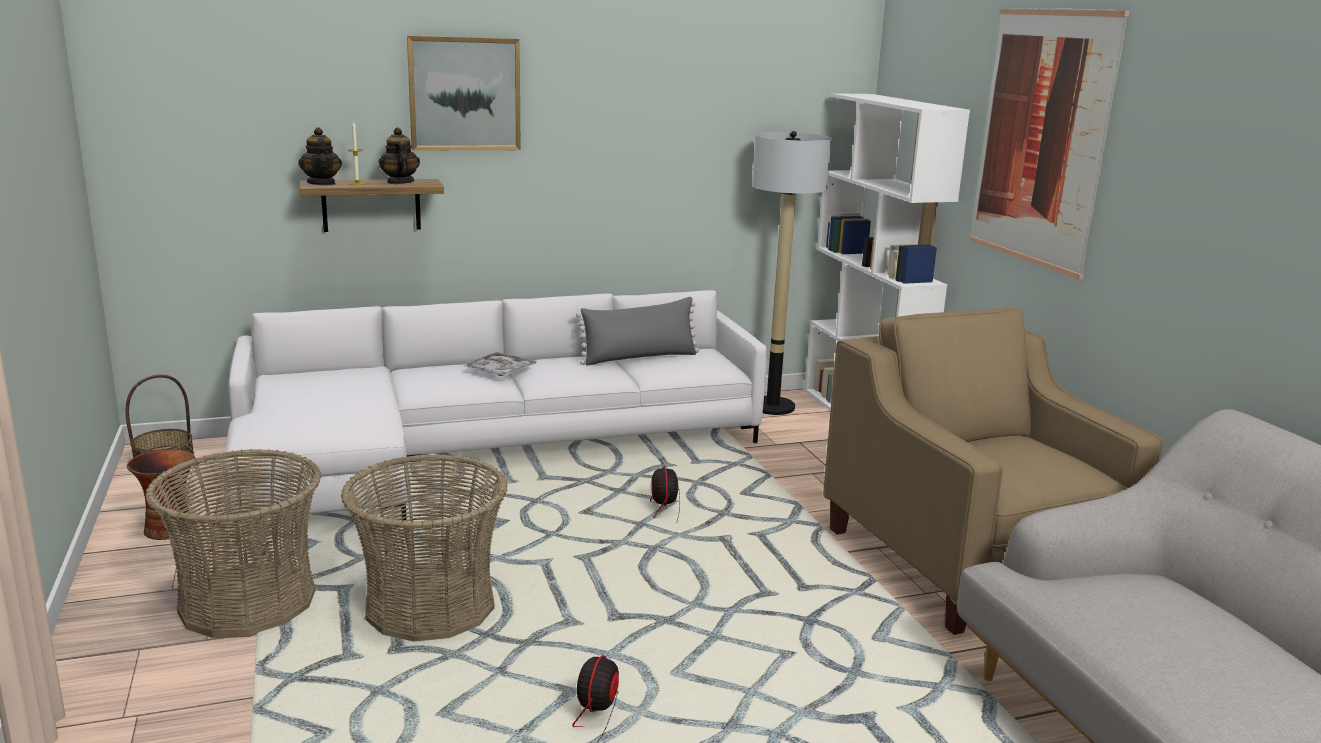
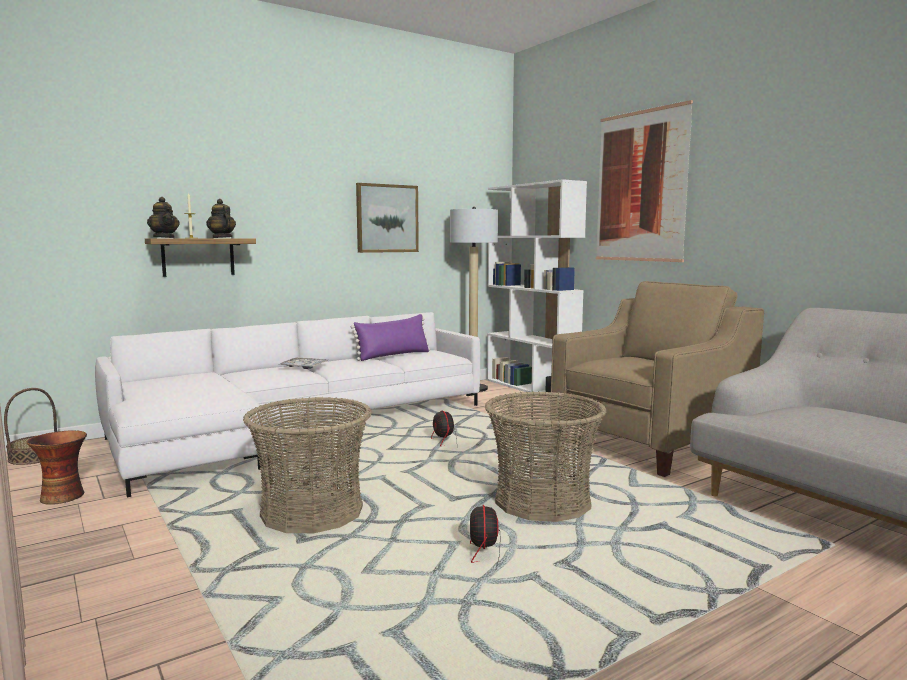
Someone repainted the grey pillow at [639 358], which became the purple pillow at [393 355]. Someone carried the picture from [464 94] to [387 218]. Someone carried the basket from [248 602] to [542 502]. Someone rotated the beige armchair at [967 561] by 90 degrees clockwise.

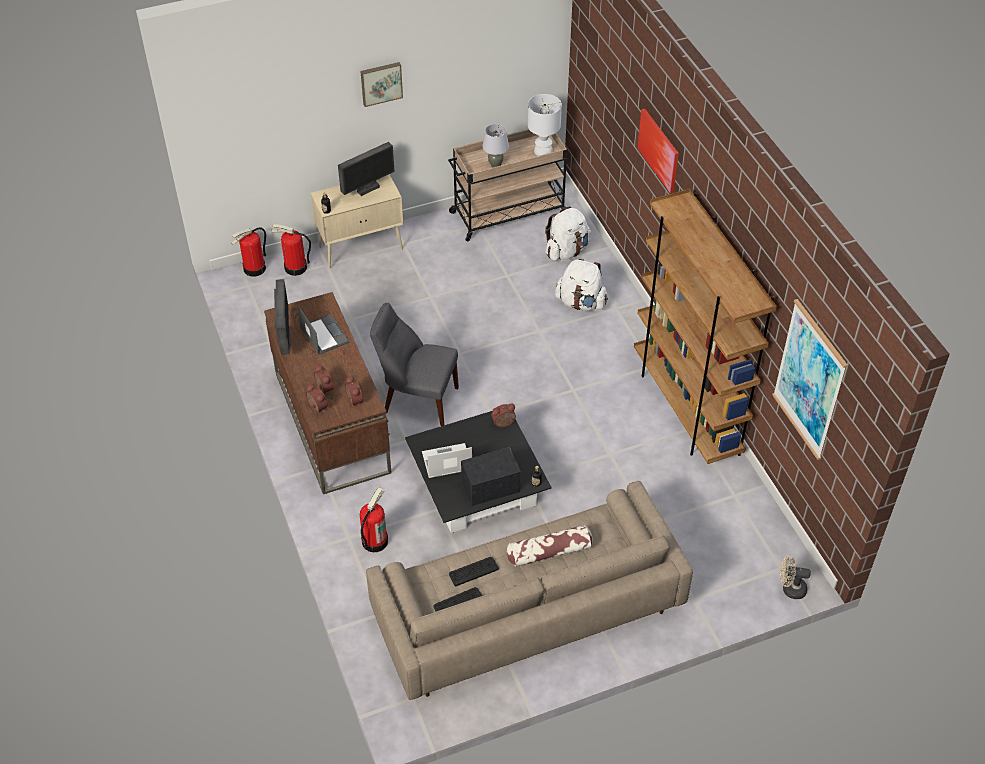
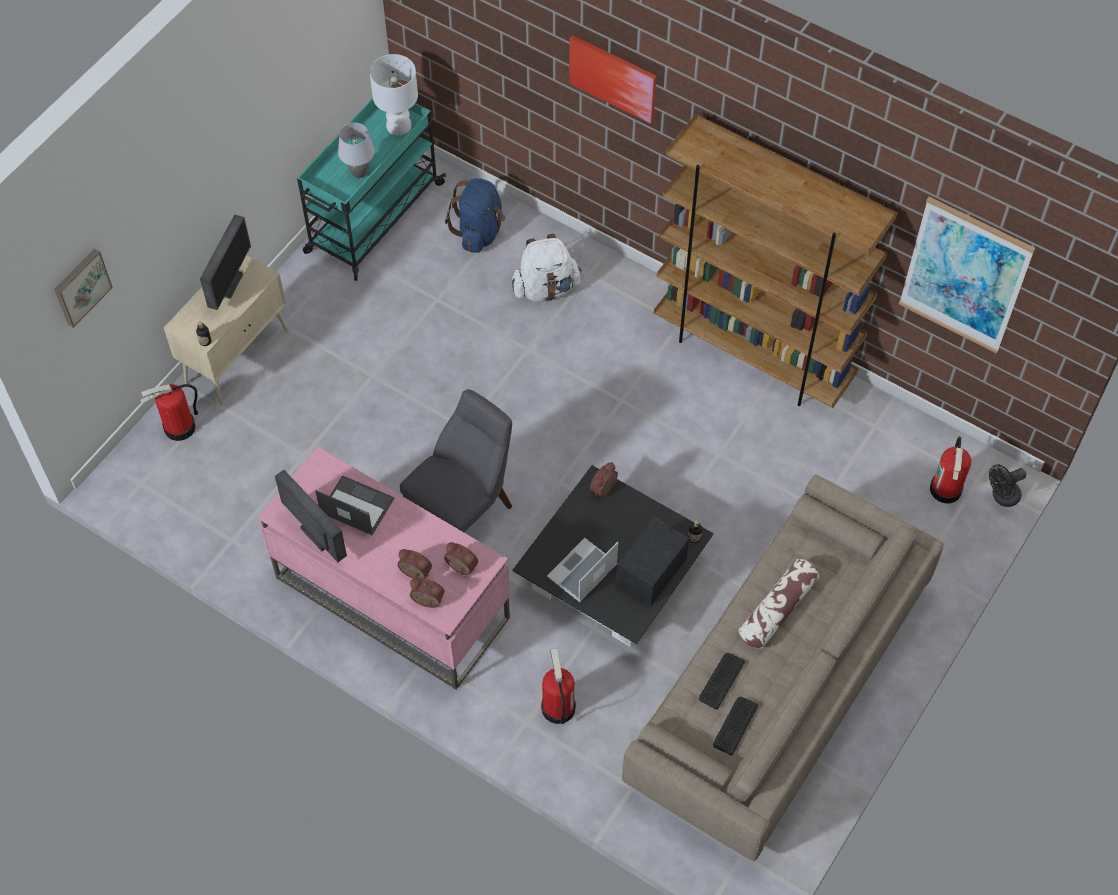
Someone carried the picture from [381 83] to [81 286]. Someone repainted the brown desk at [331 422], which became the pink desk at [391 597]. Someone repainted the beige cart at [507 213], which became the turquoise cart at [373 219]. Someone rotated the grey chair at [417 399] by 150 degrees clockwise. Someone repainted the white backpack at [567 251], which became the blue backpack at [479 231]. Someone carried the fire extinguisher from [254 269] to [946 490]. Someone repainted the beige fan at [790 589], which became the black fan at [1002 497].

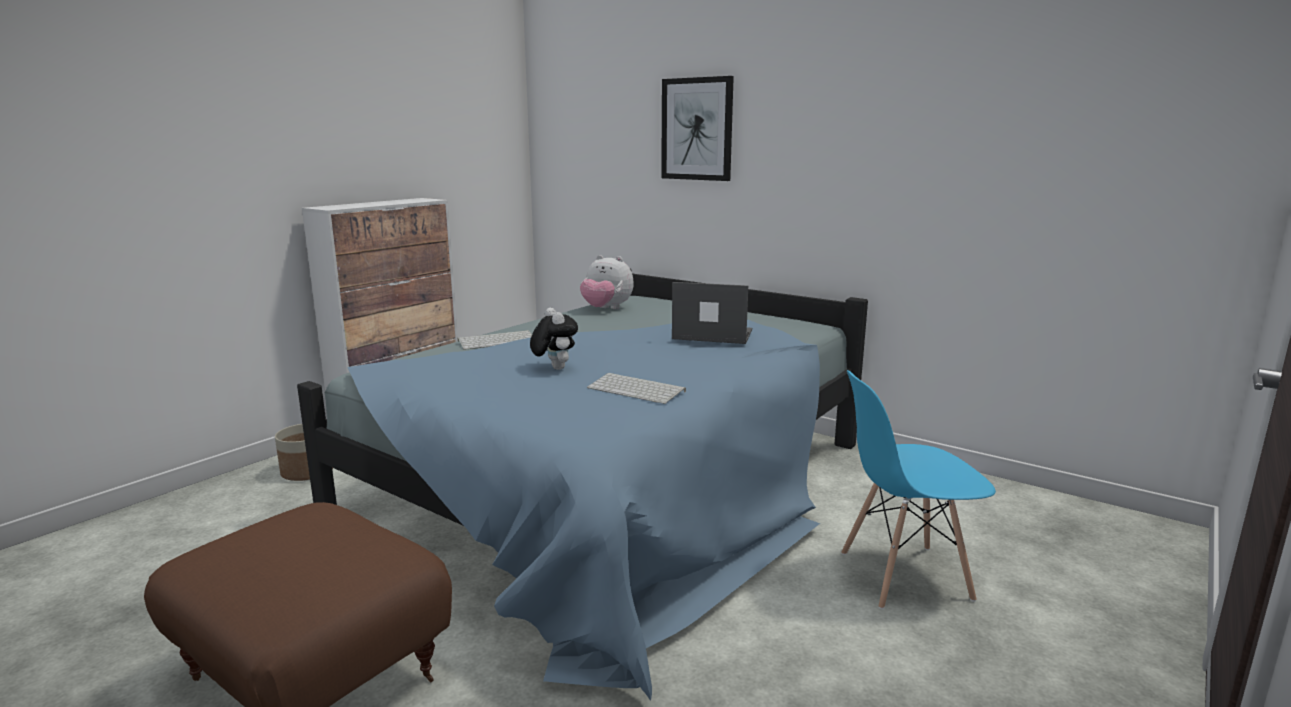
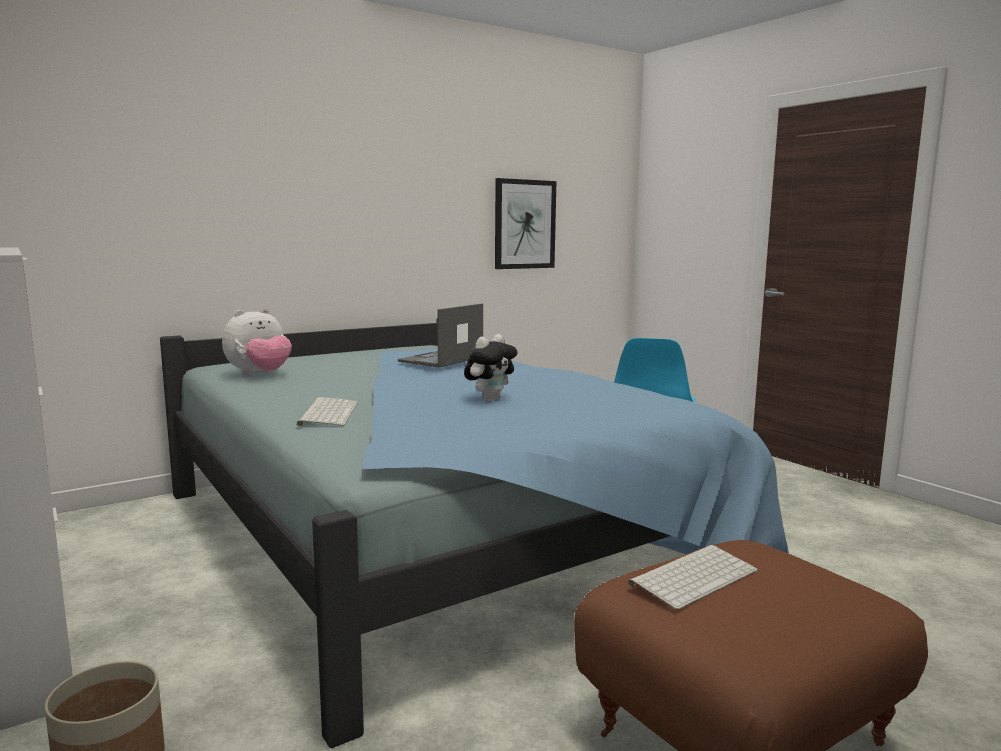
Someone rotated the plush toy at [554 368] by 135 degrees clockwise. Someone carried the picture from [697 129] to [524 224]. Someone carried the keyboard from [638 389] to [693 576].

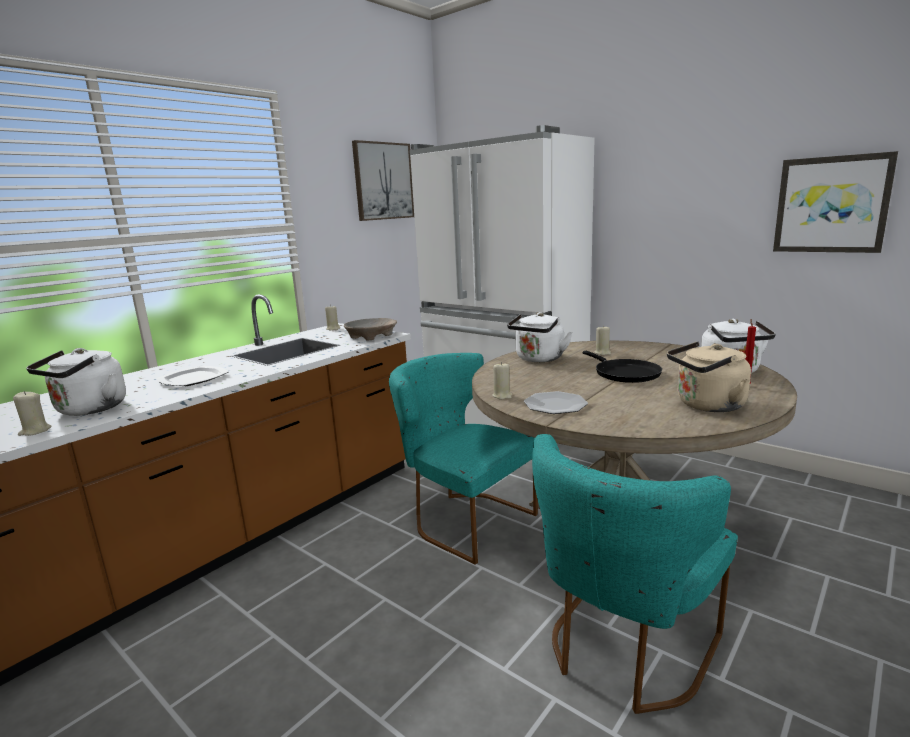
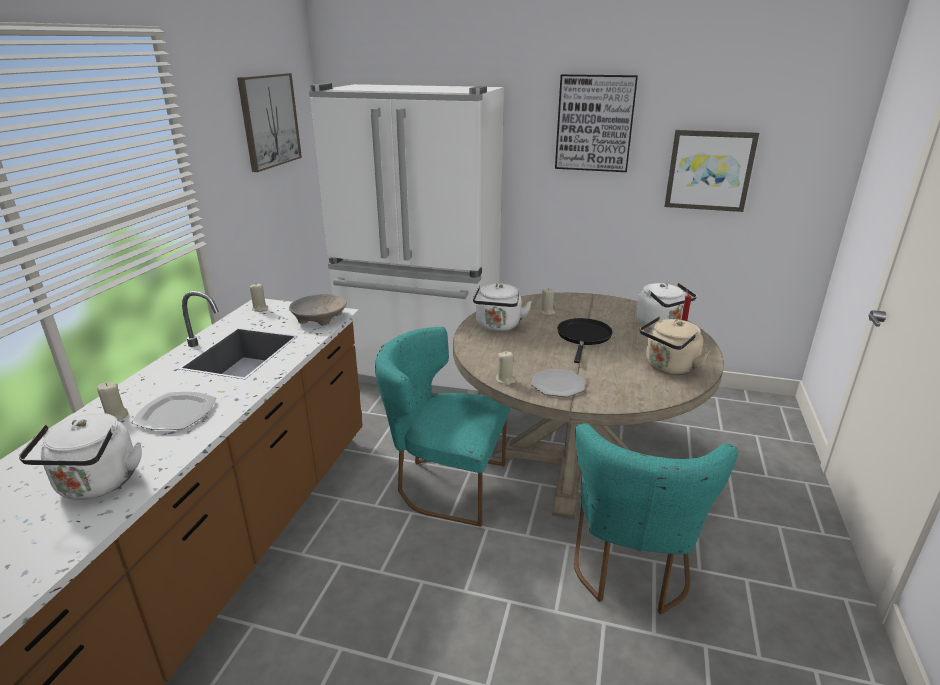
Someone carried the beige candle from [35 431] to [115 416]. Someone put up the picture at [594 123]. Someone rotated the black frying pan at [624 373] by 120 degrees counterclockwise.

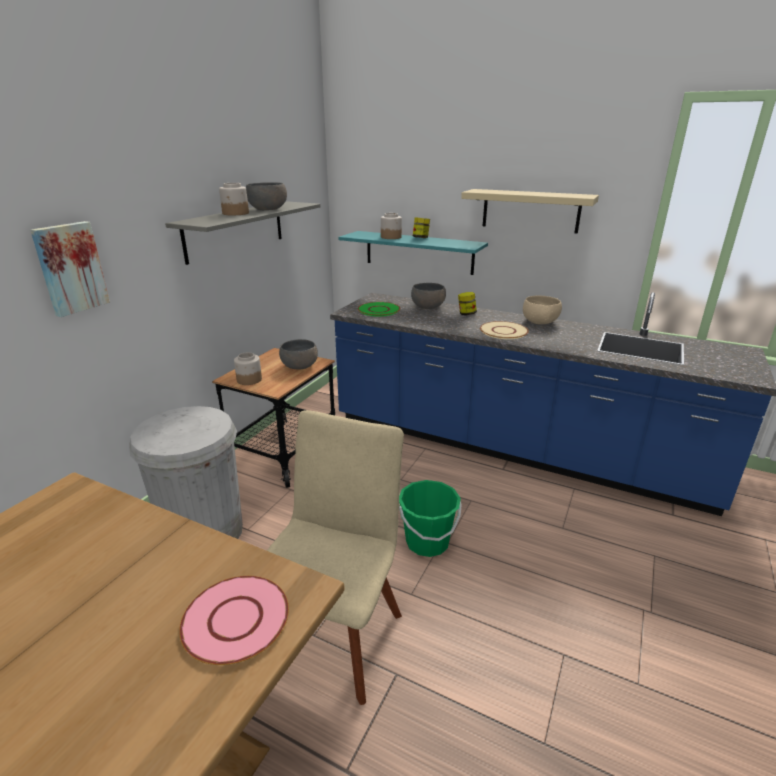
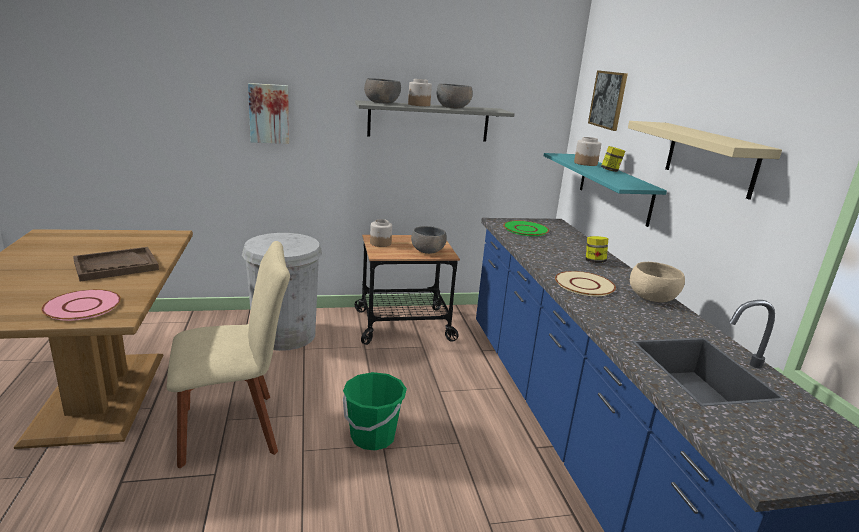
Someone put down the brown tray at [116 266]. Someone carried the grey bowl from [428 307] to [381 103]. Someone put up the picture at [608 100].

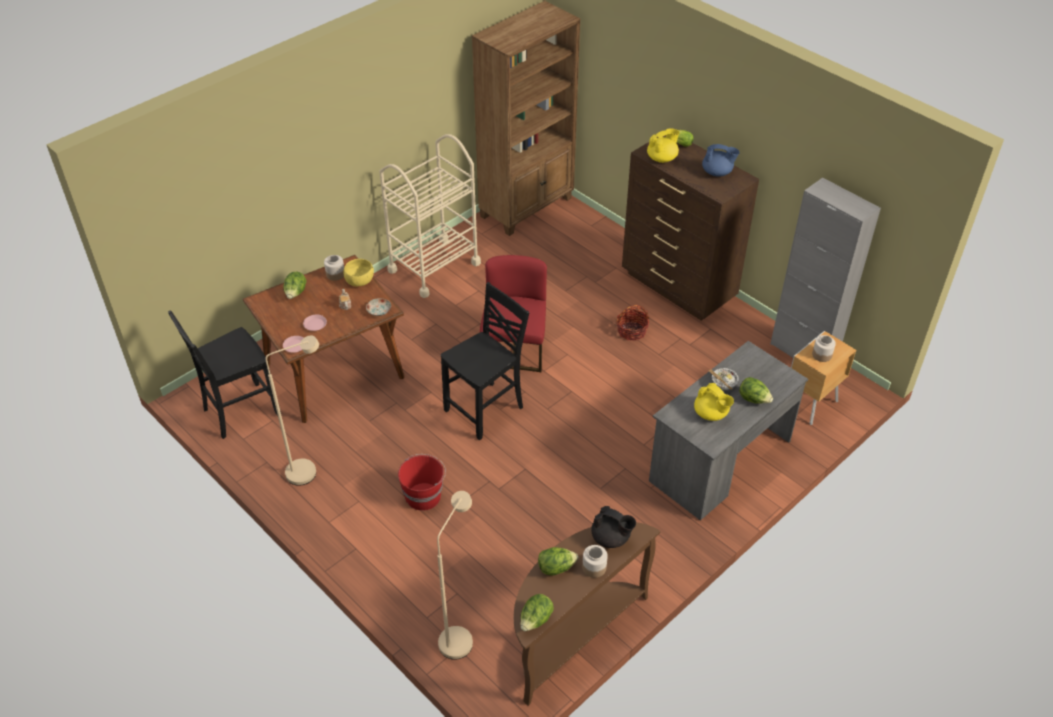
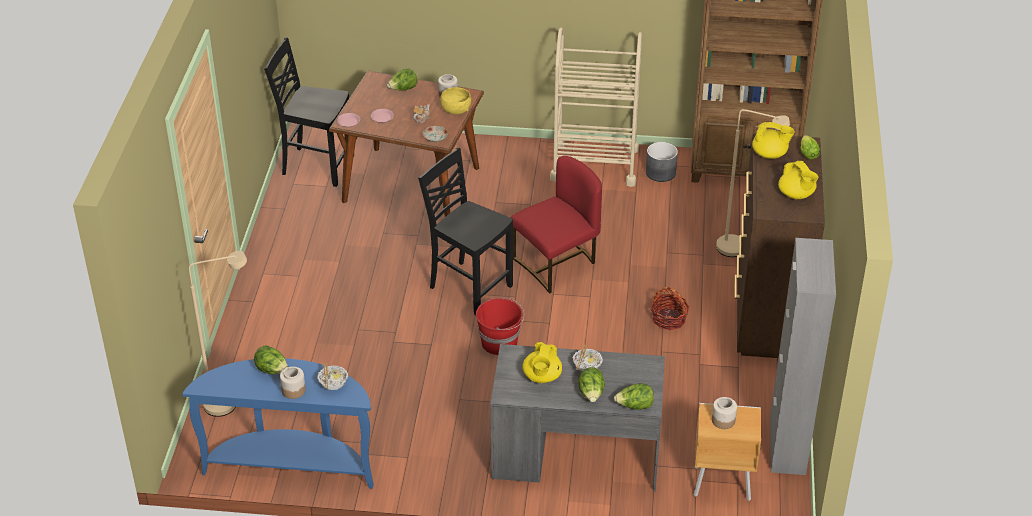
Someone repainted the brown console table at [572 635], which became the blue console table at [292 464]. Someone swapped the black teapot at [611 538] for the bowl at [333 384]. Someone rotated the black chair at [486 409] by 150 degrees counterclockwise. Someone carried the red bucket from [423 496] to [500 342]. Someone carried the lettuce from [535 620] to [634 406]. Someone put down the grey planter at [661 173]. Someone carried the beige floor lamp from [309 469] to [739 249]. Someone repainted the blue teapot at [717 172], which became the yellow teapot at [796 194].

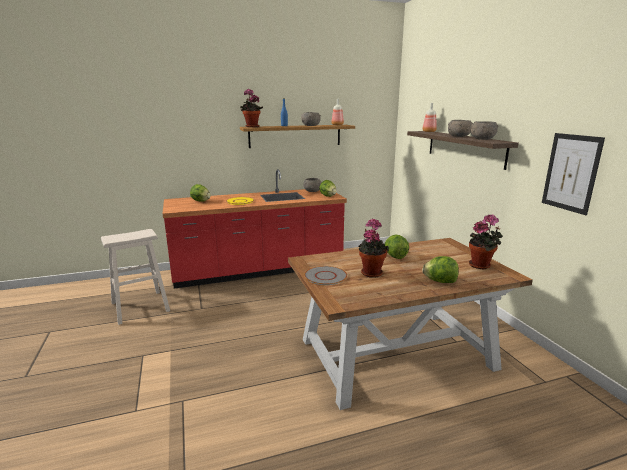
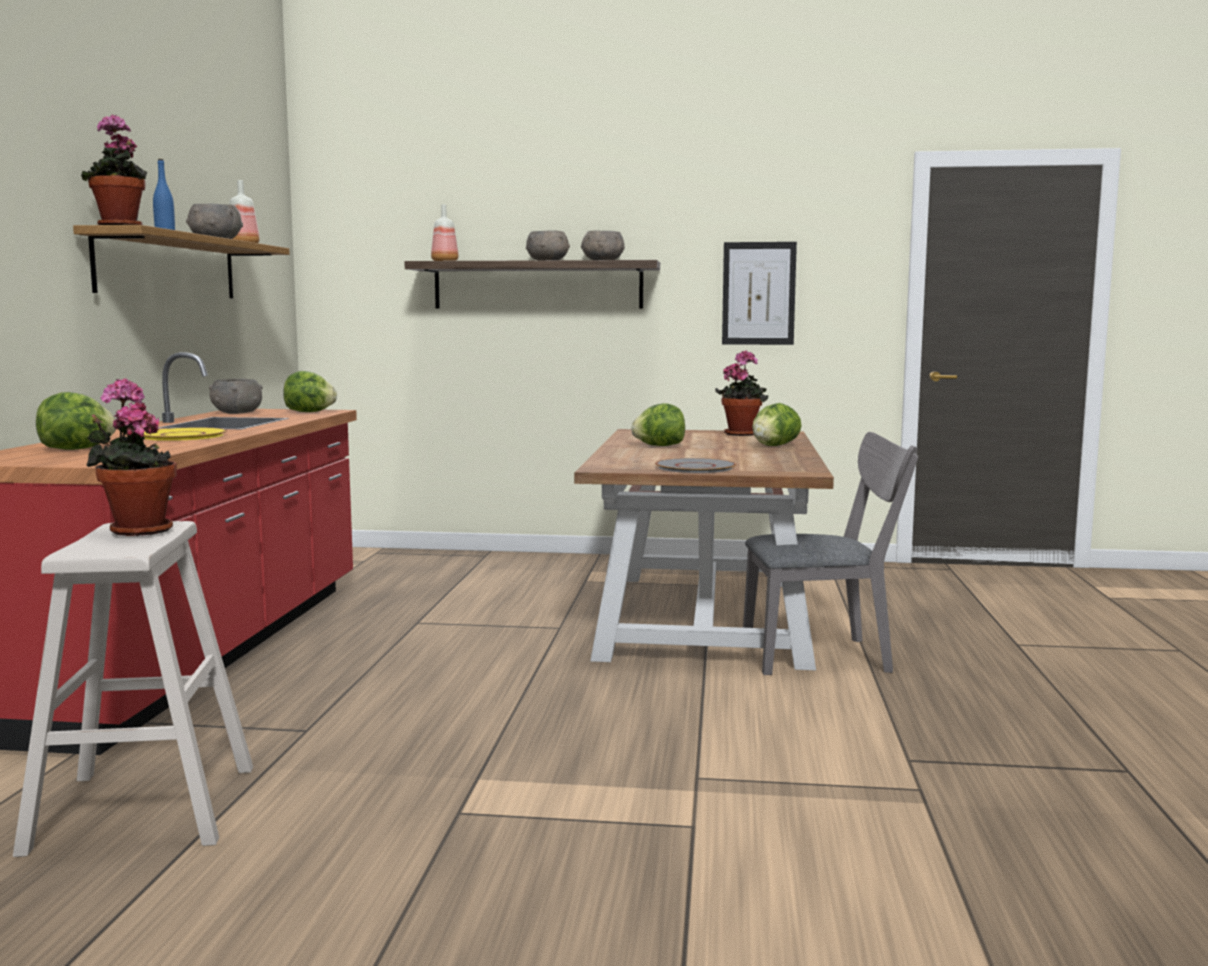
Someone carried the potted plant from [371 272] to [136 530]. Someone put down the grey chair at [827 656].

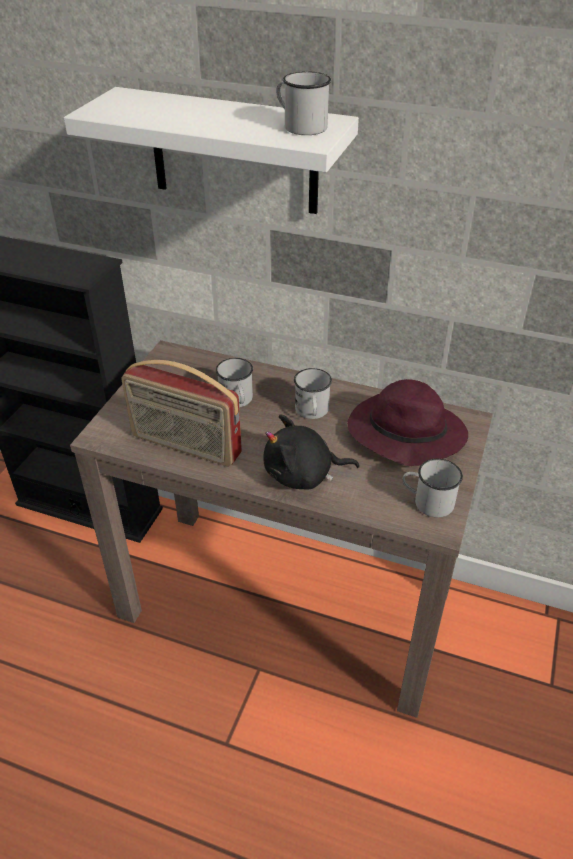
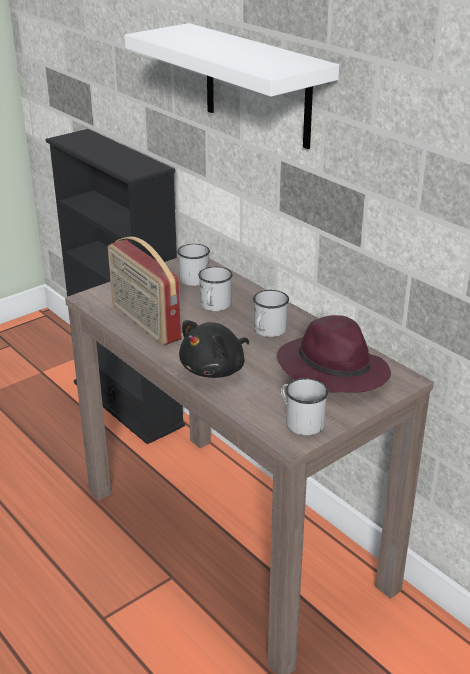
Someone carried the white mug from [300 126] to [192 277]. Someone rotated the black plush toy at [303 475] by 75 degrees counterclockwise.

